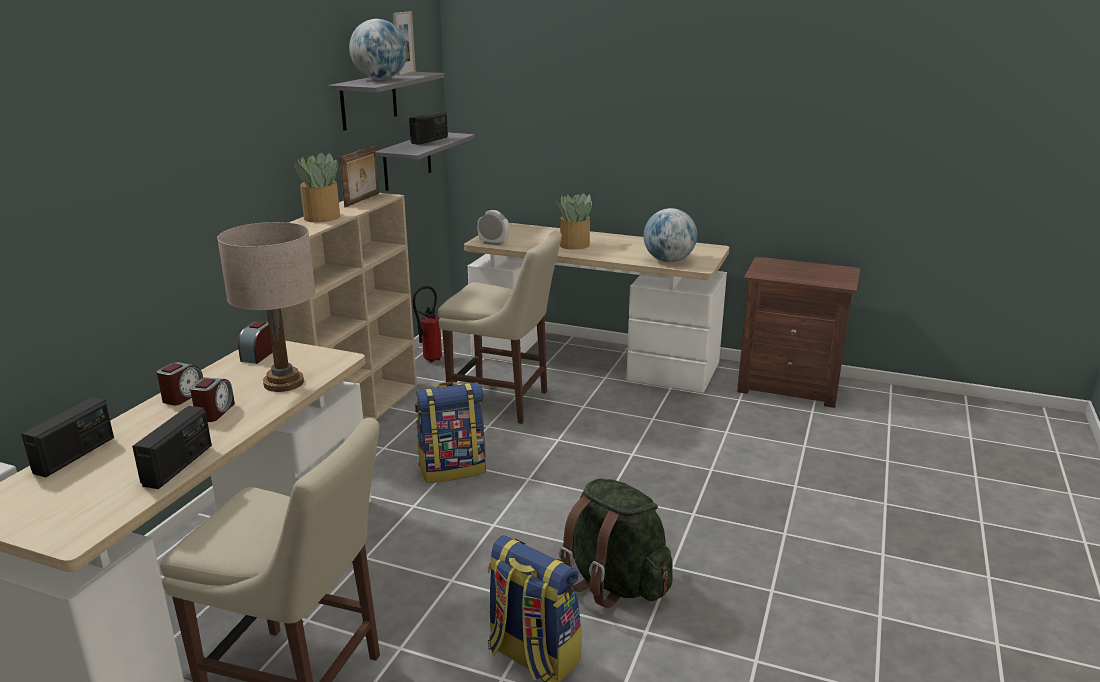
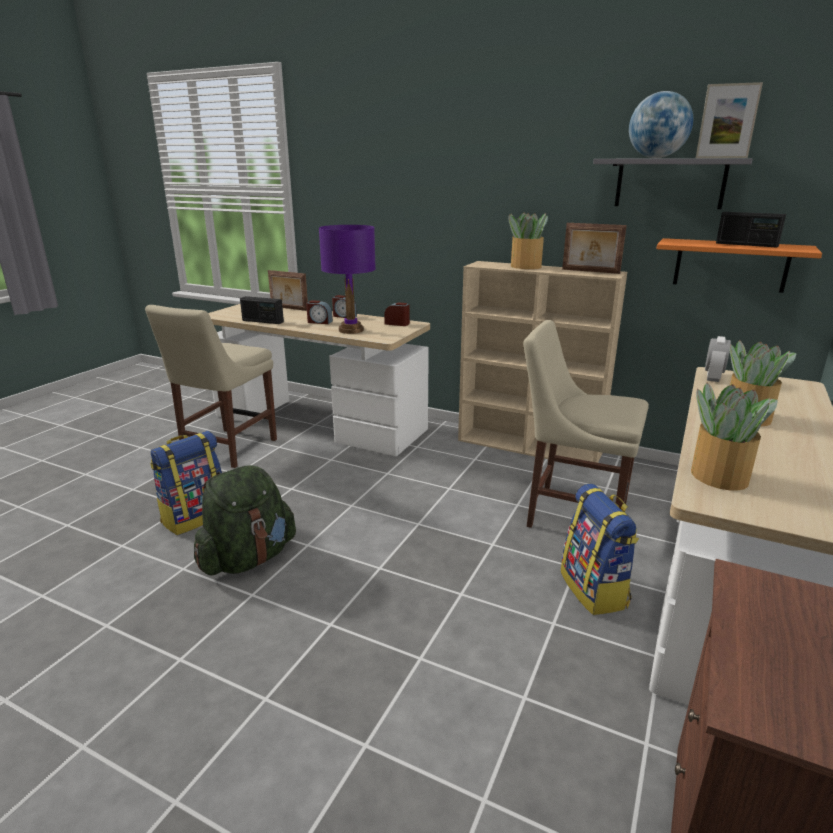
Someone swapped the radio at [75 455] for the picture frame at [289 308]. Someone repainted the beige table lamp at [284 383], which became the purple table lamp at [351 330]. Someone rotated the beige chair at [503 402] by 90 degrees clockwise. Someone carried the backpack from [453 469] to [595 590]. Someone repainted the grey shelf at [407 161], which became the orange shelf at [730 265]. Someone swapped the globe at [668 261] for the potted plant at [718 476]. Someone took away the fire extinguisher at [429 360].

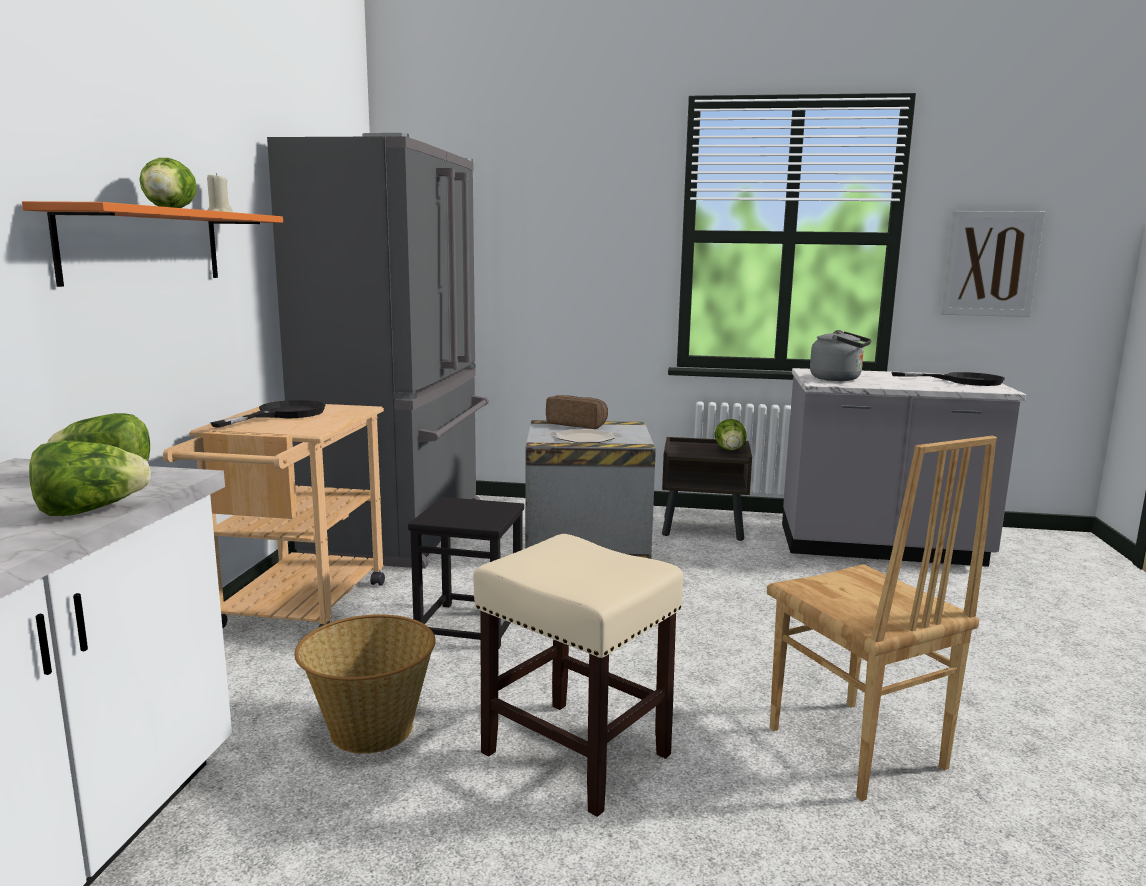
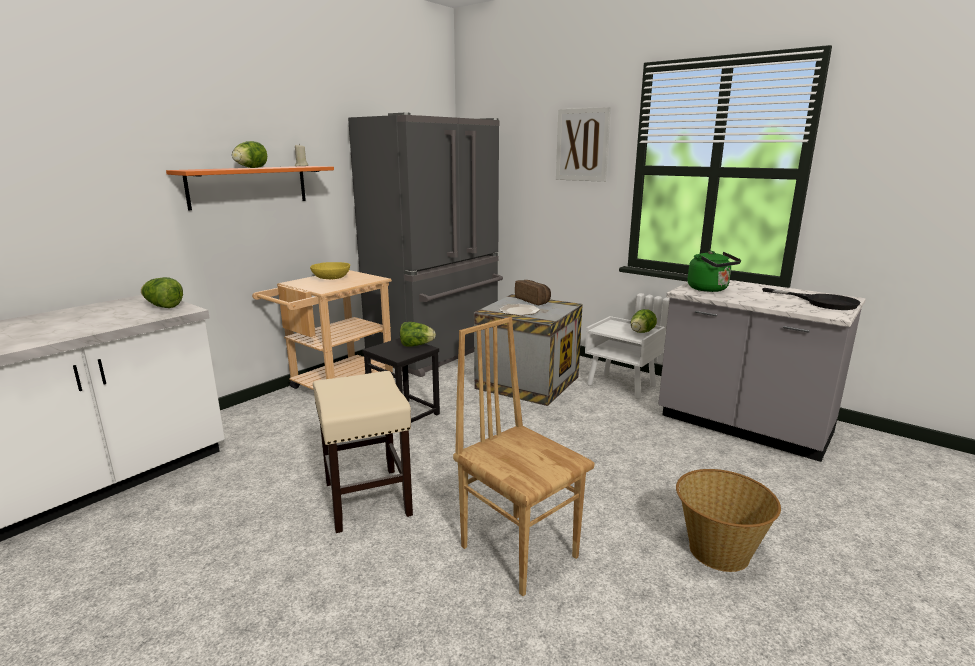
Someone swapped the black frying pan at [282 414] for the yellow bowl at [331 278]. Someone carried the lettuce from [90 511] to [416 345]. Someone rotated the brown chair at [854 749] by 135 degrees clockwise. Someone carried the picture from [990 264] to [582 145]. Someone repainted the brown nightstand at [703 529], which became the white nightstand at [621 385]. Someone carried the basket from [370 730] to [717 552]. Someone repainted the grey kettle at [838 379], which became the green kettle at [710 289].

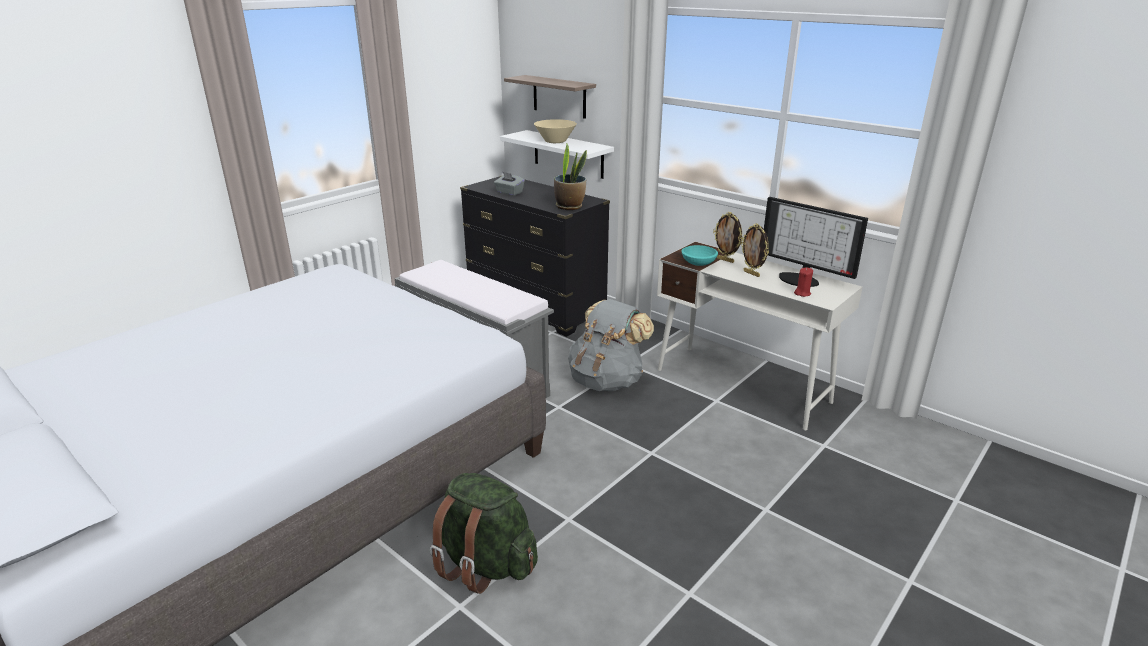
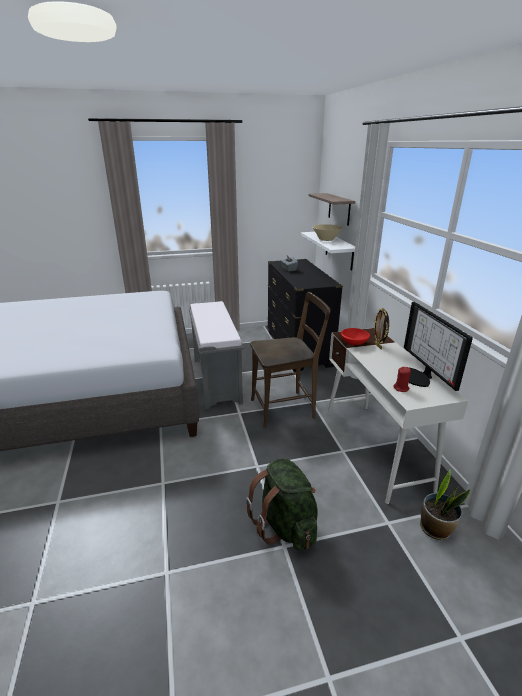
Someone carried the green backpack from [485 564] to [285 525]. Someone swapped the grey backpack at [607 381] for the brown chair at [286 408]. Someone repainted the turquoise bowl at [698 263], which became the red bowl at [353 343]. Someone carried the potted plant from [569 206] to [435 528]. Someone took away the picture frame at [752 273].

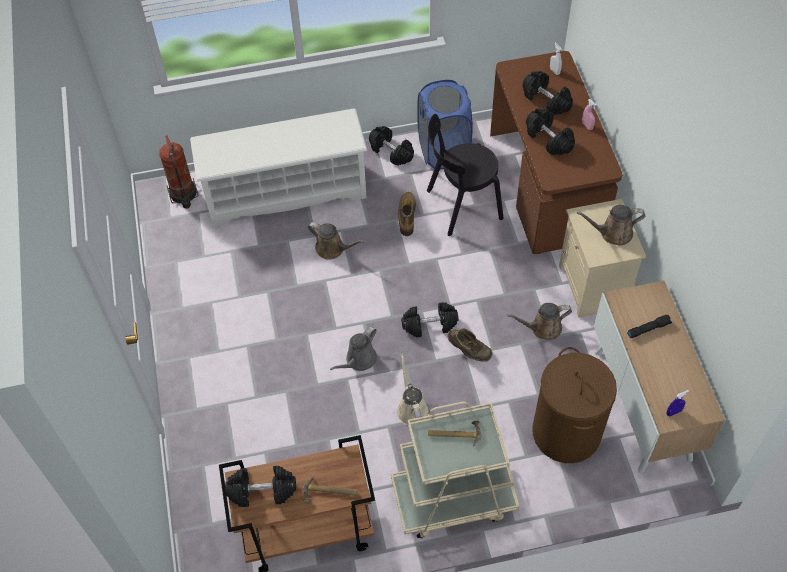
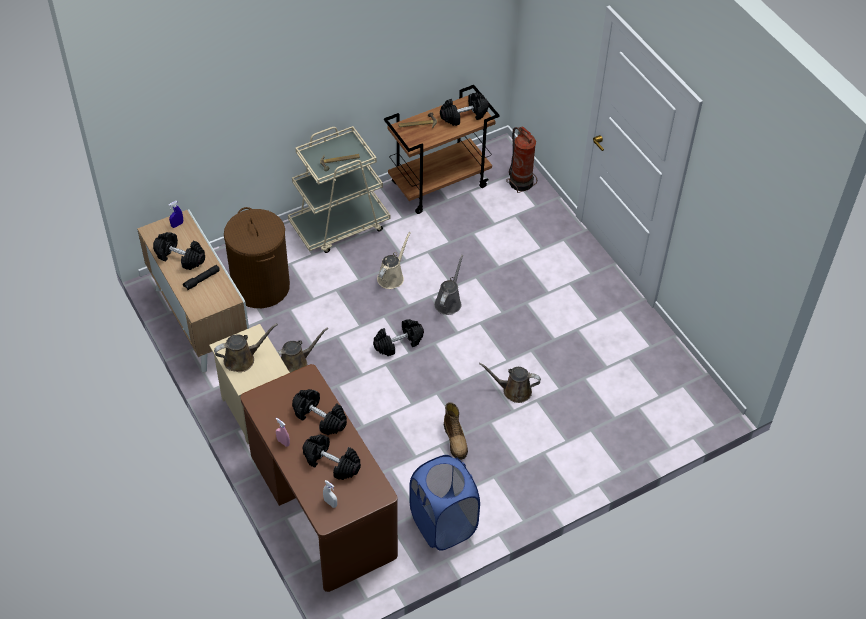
Someone carried the black dumbbell from [391 152] to [180 257]. Someone rotated the beige watering can at [411 408] by 120 degrees counterclockwise. Someone carried the fire extinguisher from [183 195] to [520 181]. Someone took away the white shoe rack at [286 191]. Someone took away the black chair at [460 205]. Someone took away the brown boot at [468 351].

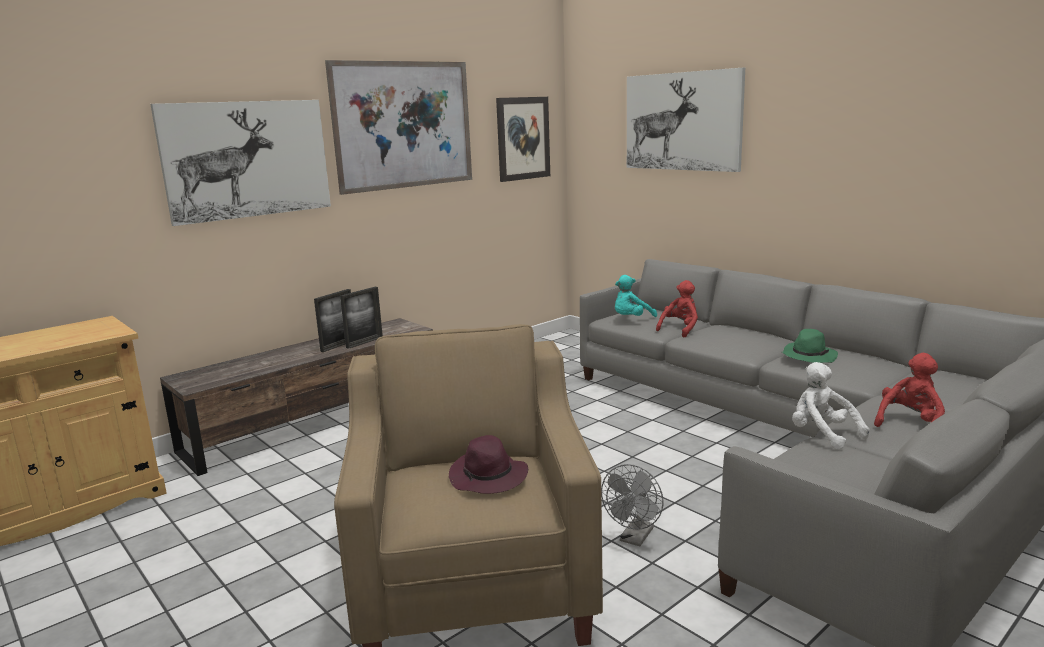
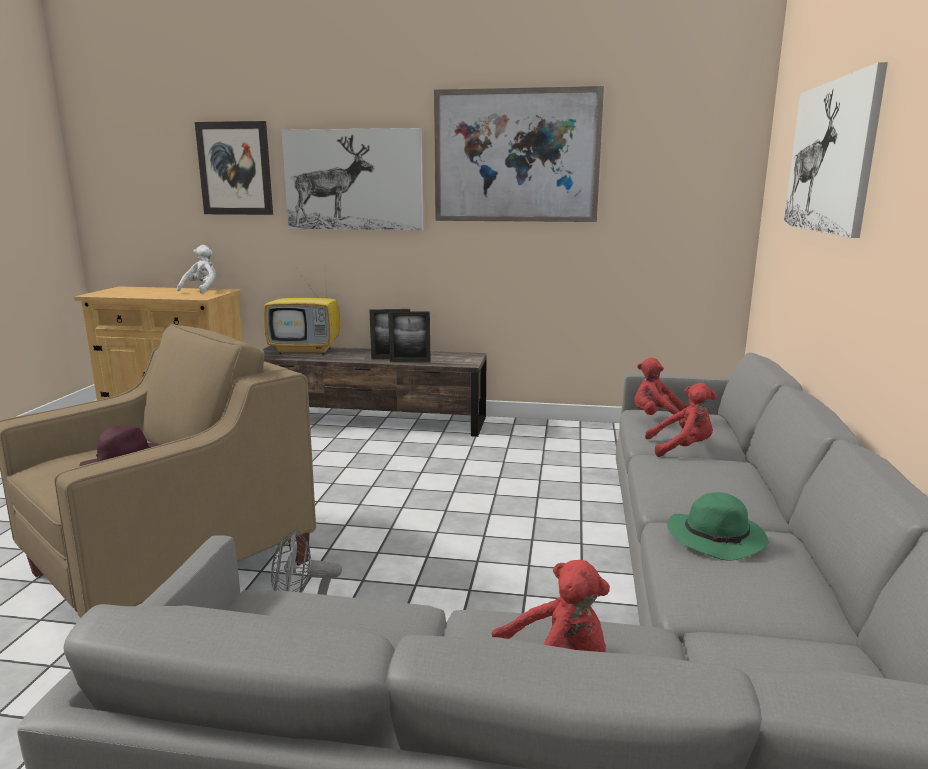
Someone carried the white plush toy from [822 434] to [202 290]. Someone carried the picture from [523 138] to [235 168]. Someone put down the television at [306 350]. Someone repainted the turquoise plush toy at [631 319], which became the red plush toy at [657 419].

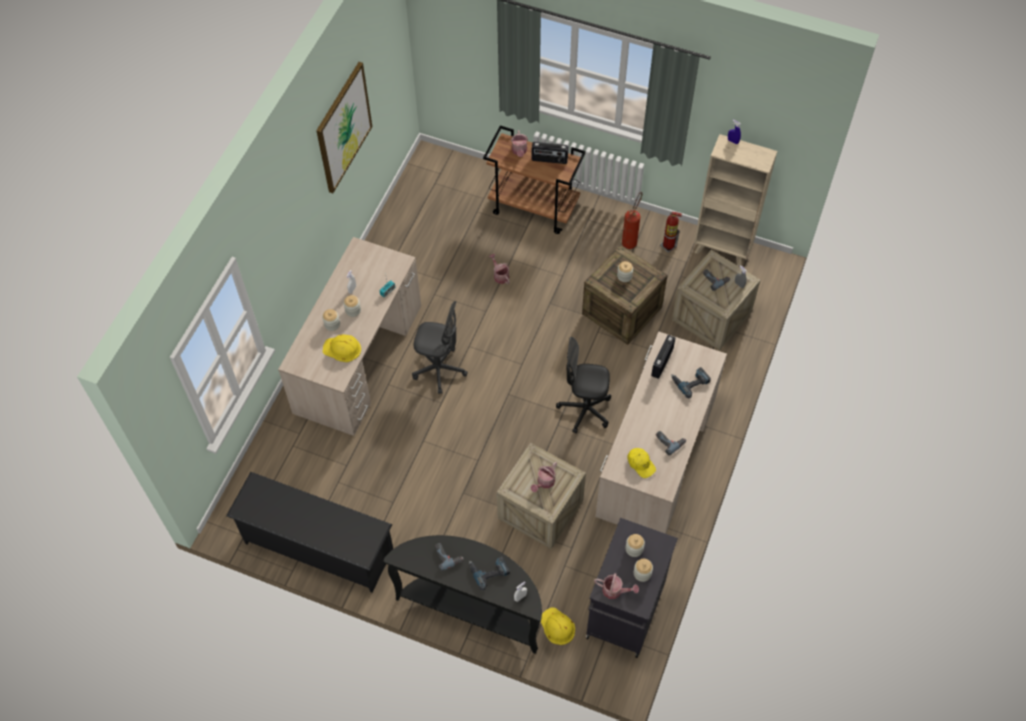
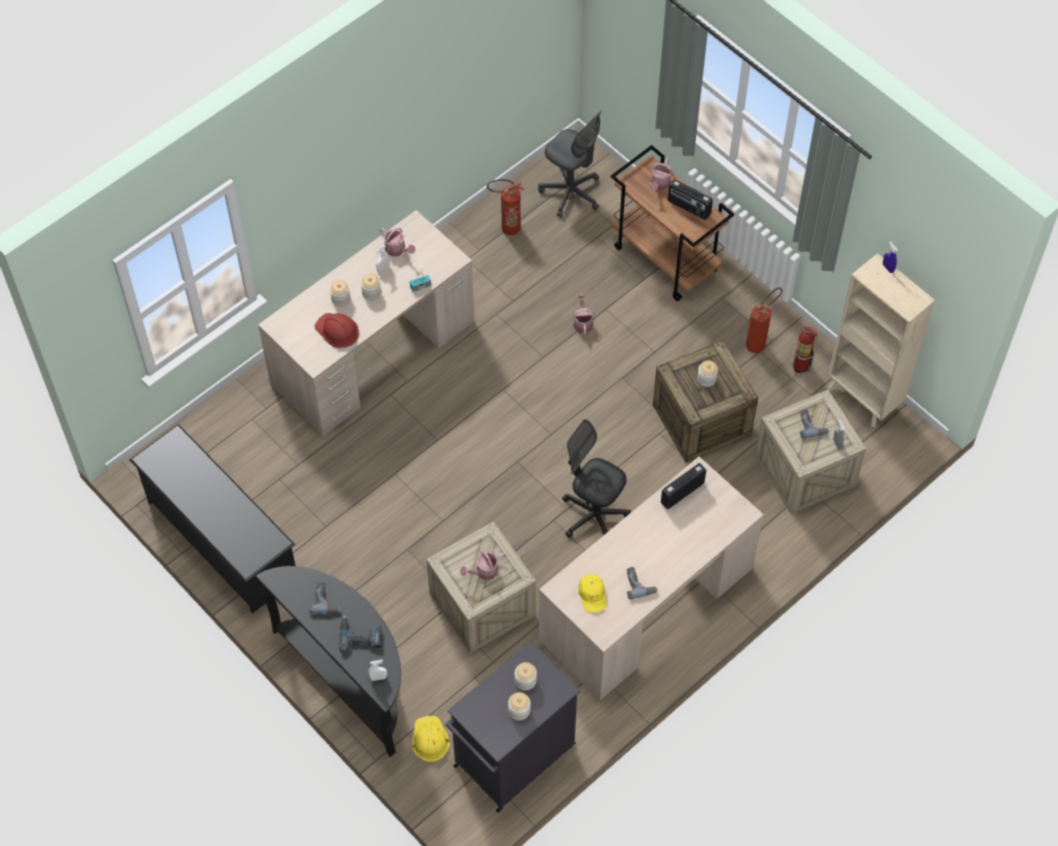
Someone repainted the yellow hard hat at [342 349], which became the red hard hat at [337 330]. Someone carried the watering can from [615 590] to [397 250]. Someone put down the fire extinguisher at [506 229]. Someone carried the grey office chair from [439 369] to [571 193]. Someone took away the picture at [343 127]. Someone took away the power drill at [690 382].

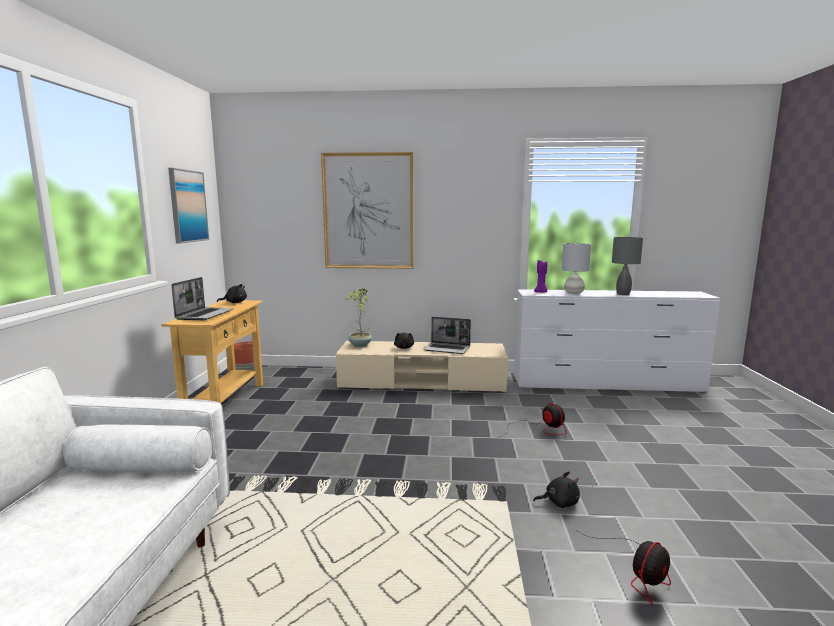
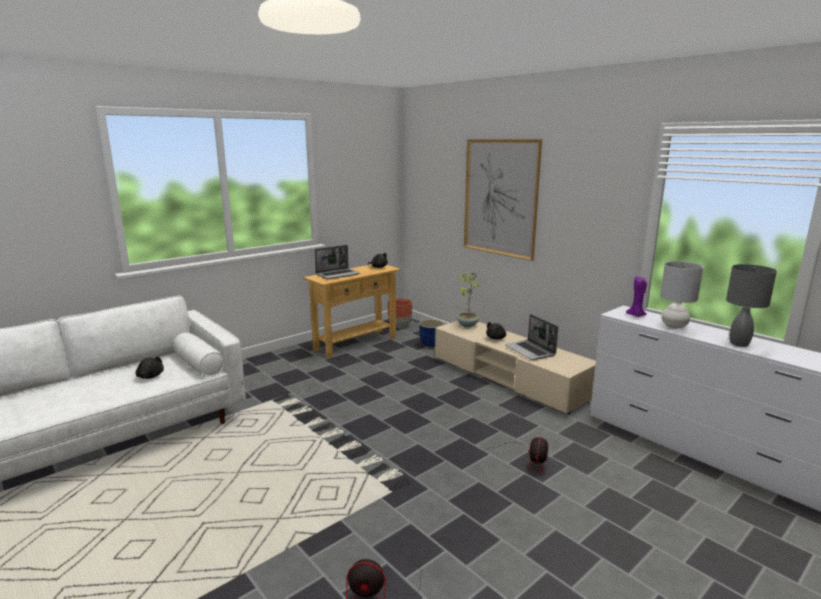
Someone carried the black plush toy from [559 502] to [150 376]. Someone put down the planter at [431 344]. Someone took away the picture at [188 206].

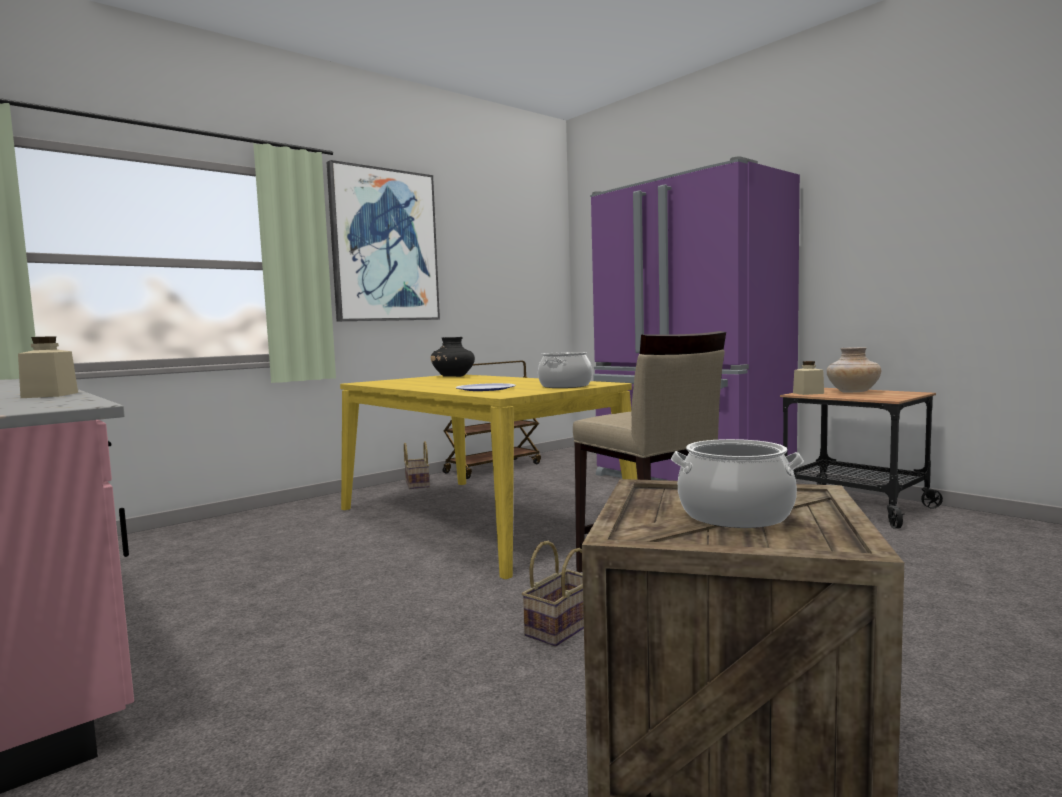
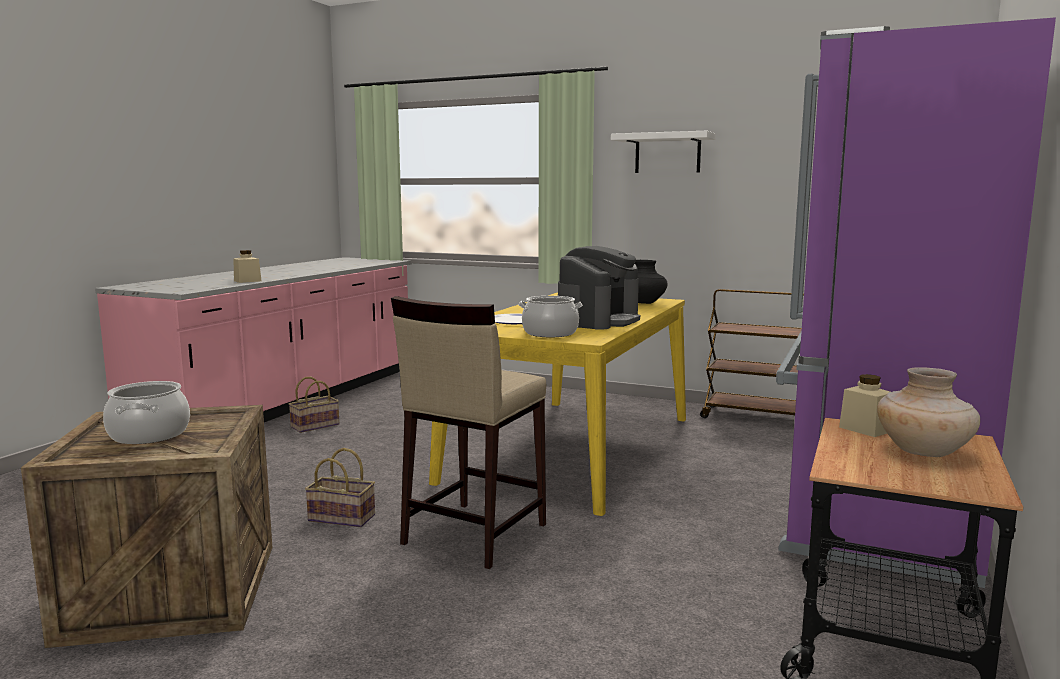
Someone carried the basket from [416 484] to [315 425]. Someone put down the coffee machine at [598 320]. Someone swapped the picture at [384 246] for the white shelf at [667 153].

